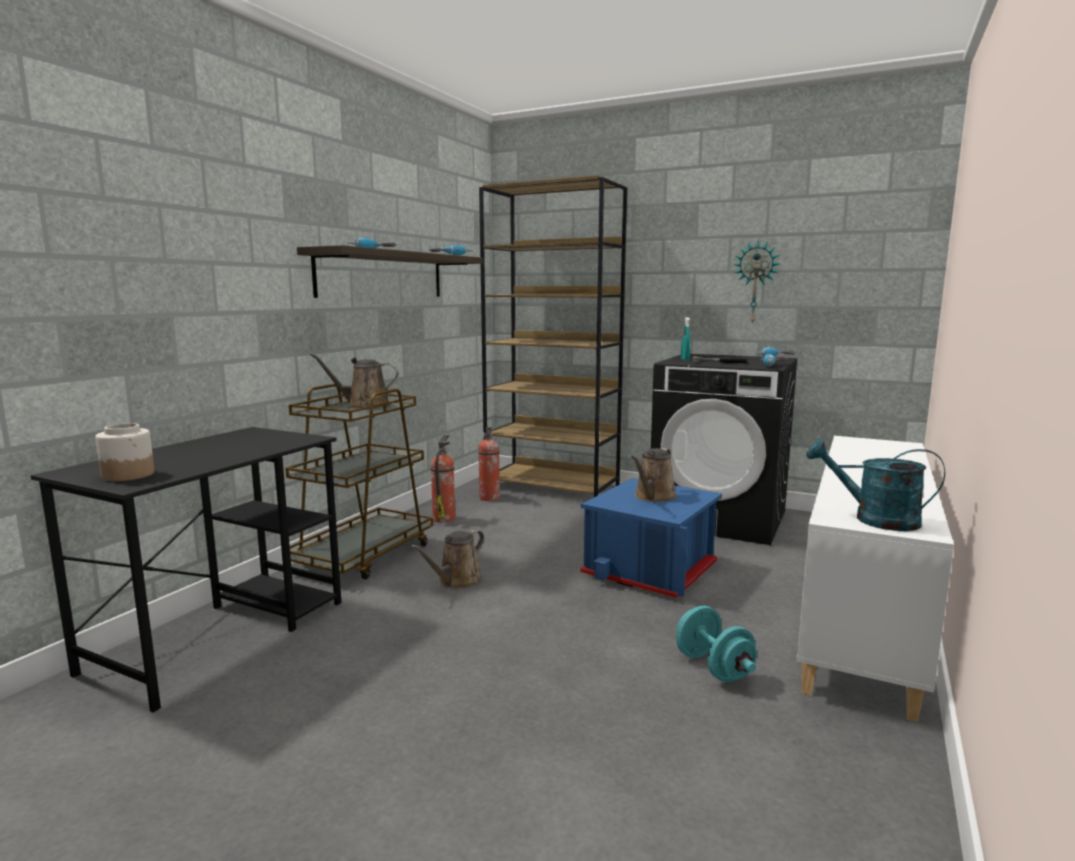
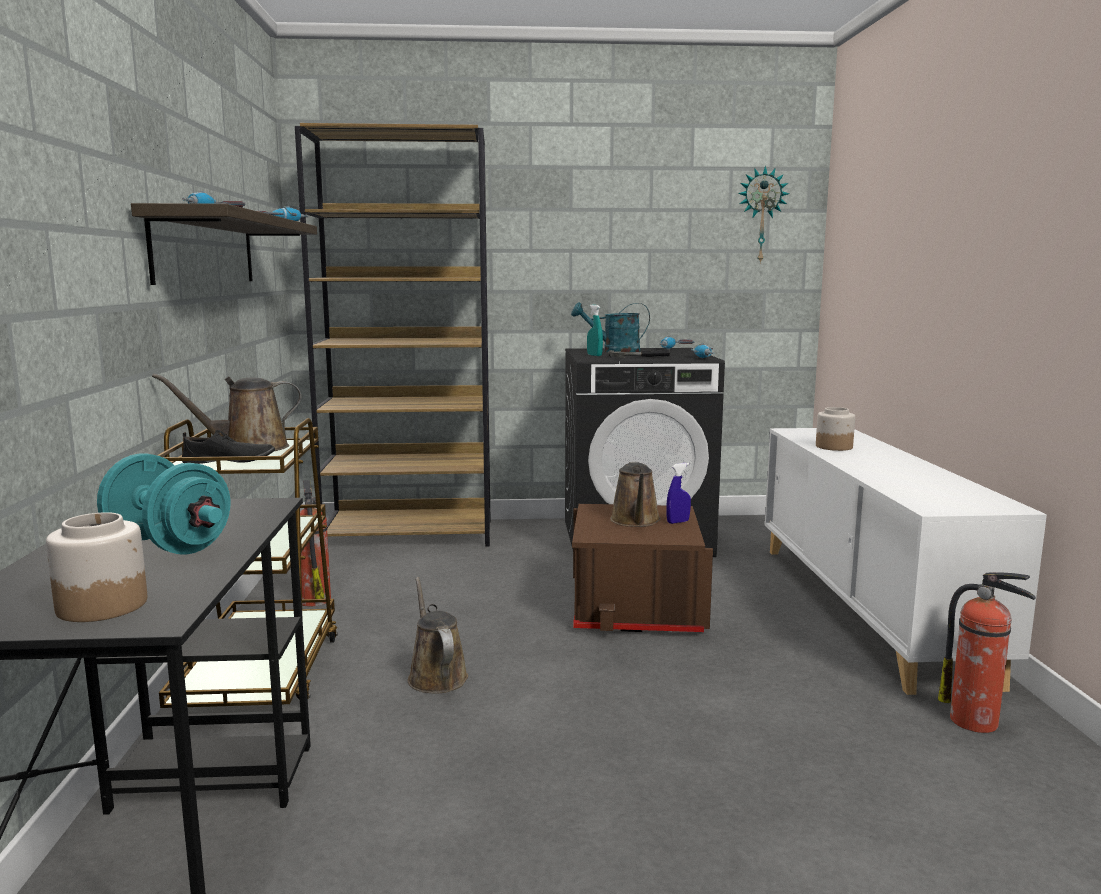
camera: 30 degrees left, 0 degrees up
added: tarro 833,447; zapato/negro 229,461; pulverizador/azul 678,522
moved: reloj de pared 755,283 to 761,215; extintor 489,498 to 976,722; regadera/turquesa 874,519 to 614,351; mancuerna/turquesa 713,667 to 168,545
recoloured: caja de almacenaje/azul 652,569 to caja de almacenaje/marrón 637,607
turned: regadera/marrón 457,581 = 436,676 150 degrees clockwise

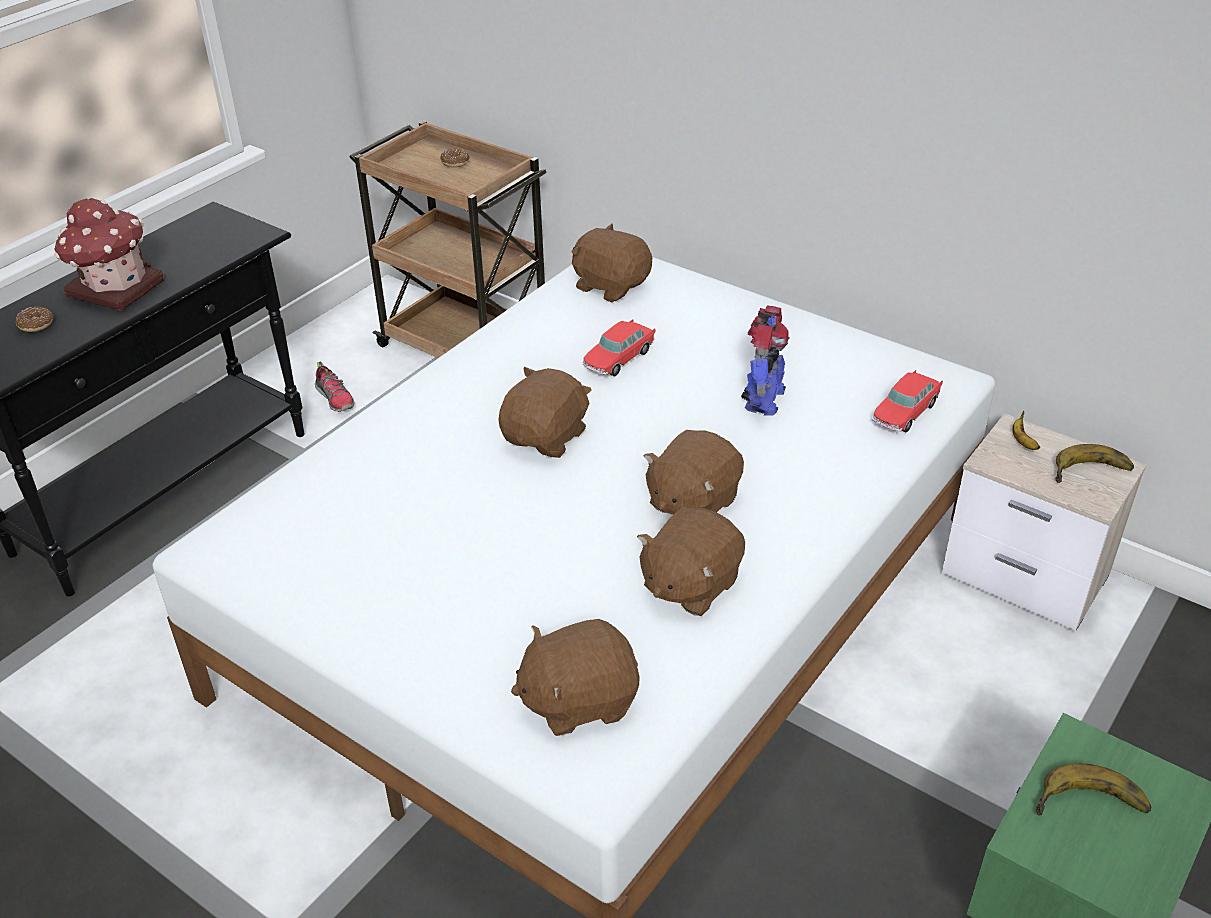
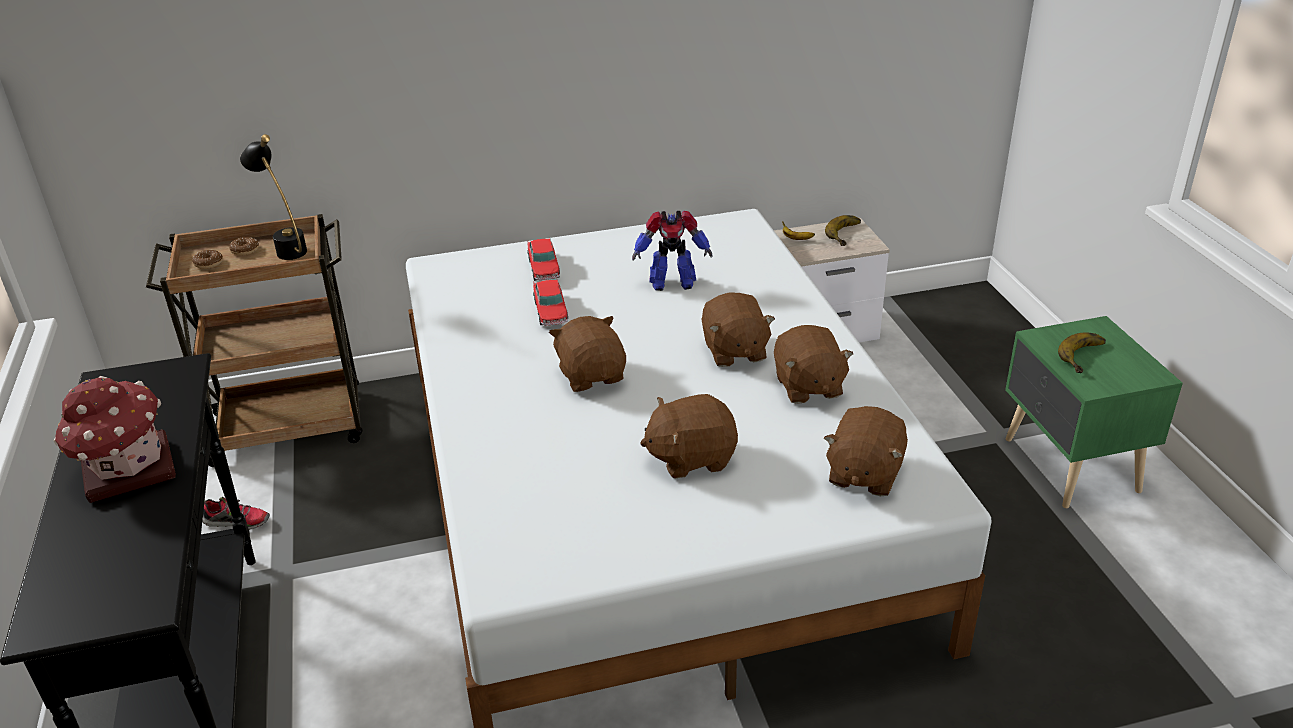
camera: 50 degrees left, 5 degrees down
added: lámpara de mesa/negro 286,247
moved: peluche/marrón 611,286 to 691,457; rosquilla 36,324 to 208,263; coche de juguete 905,413 to 544,269
turned: robot de juguete 763,400 = 671,283 120 degrees clockwise

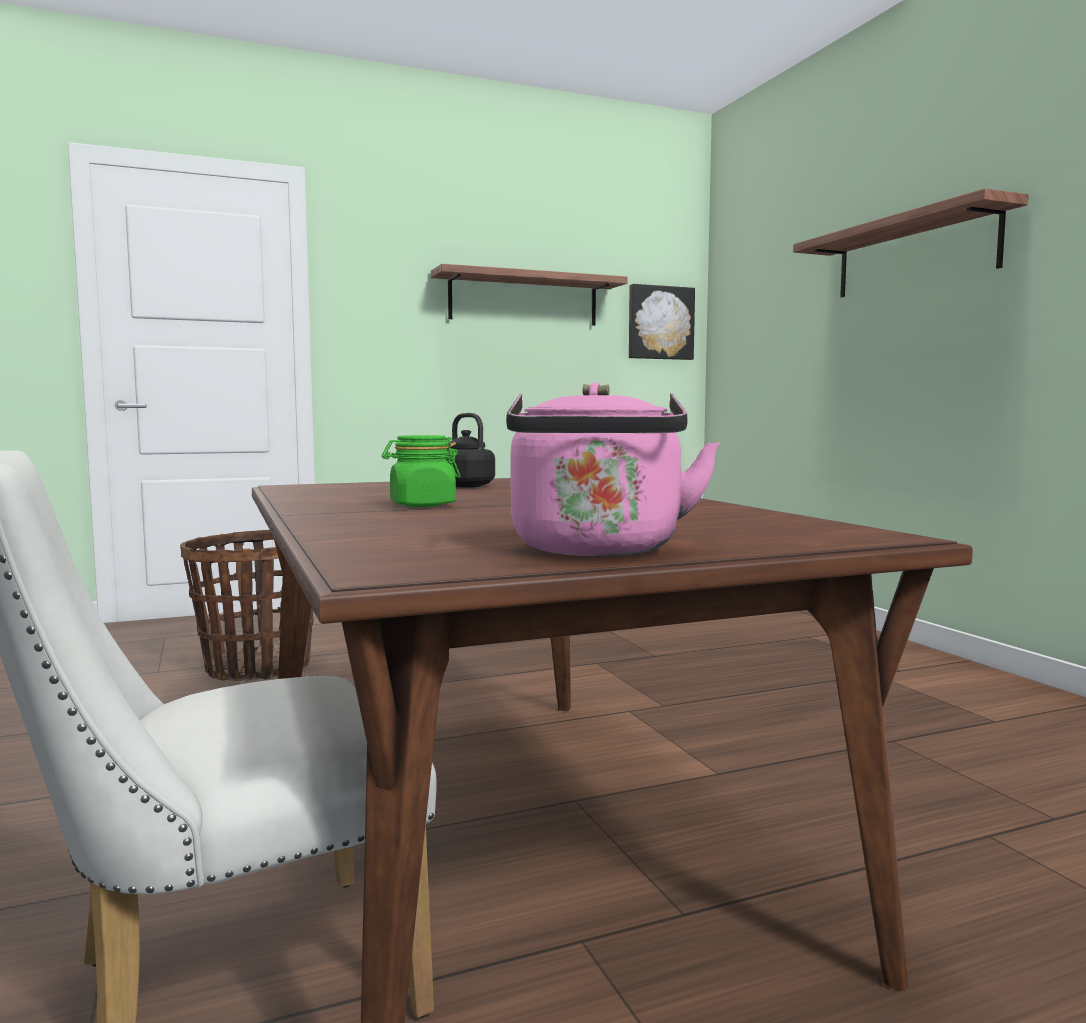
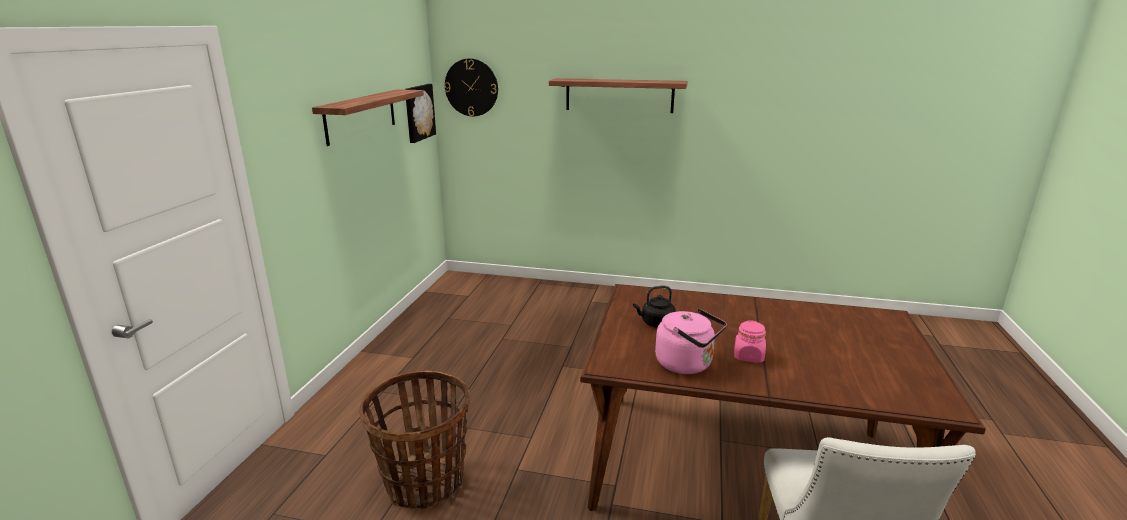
camera: 55 degrees left, 15 degrees up
added: reloj de pared 471,87
moved: hervidor/rosa 597,551 to 687,364
recoloured: tarro/verde 422,505 to tarro/rosa 748,356

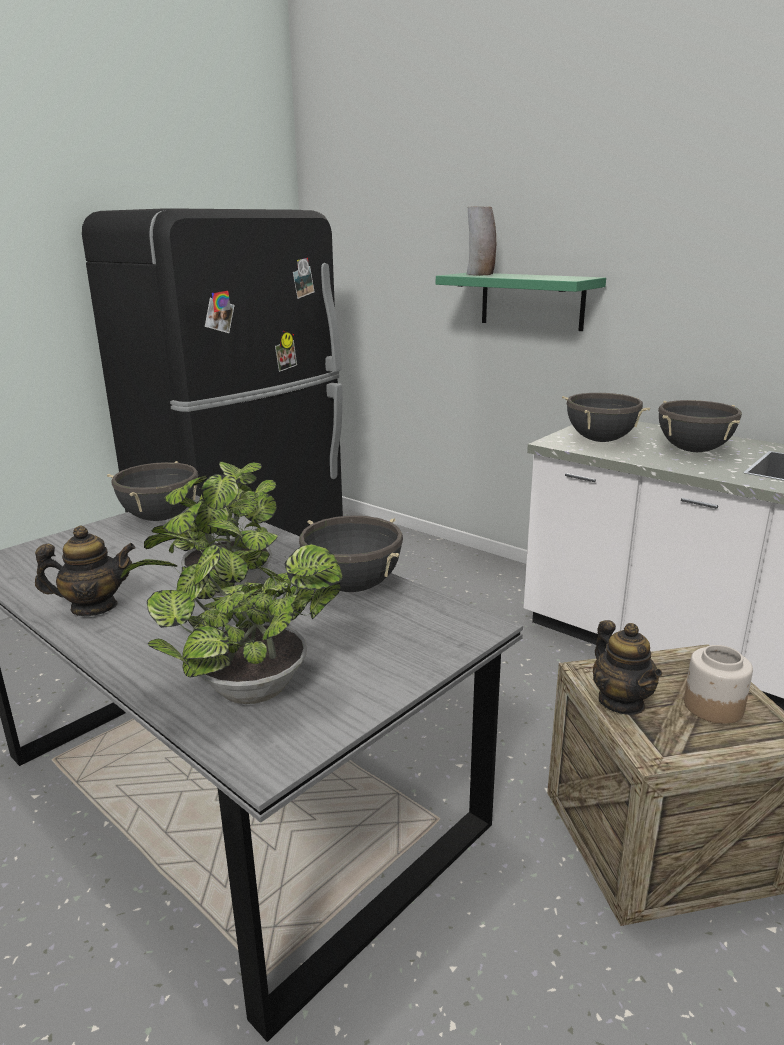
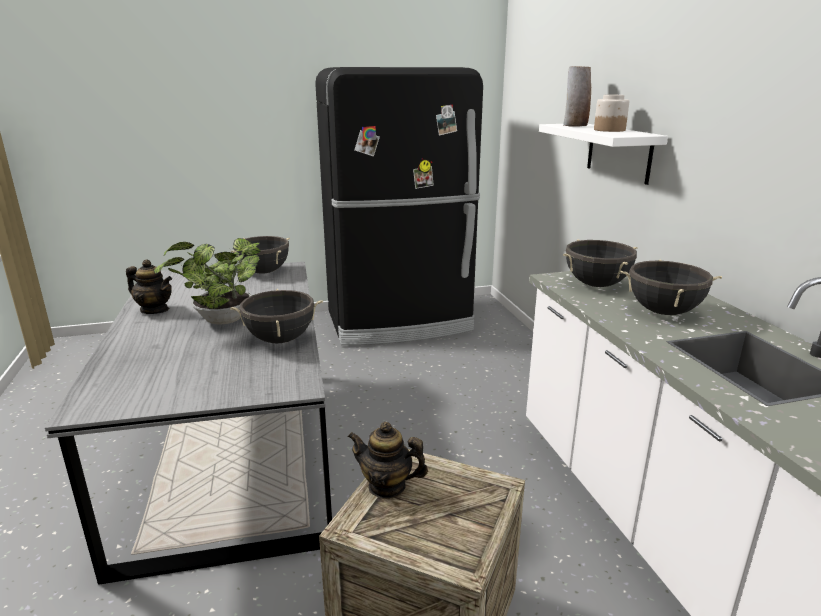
camera: 35 degrees right, 0 degrees up
removed: planta en maceta 244,688
moved: tarro 712,707 to 609,130
recoloured: estante/verde 532,301 to estante/blanco 619,152
turned: tetera 621,702 = 387,486 90 degrees clockwise

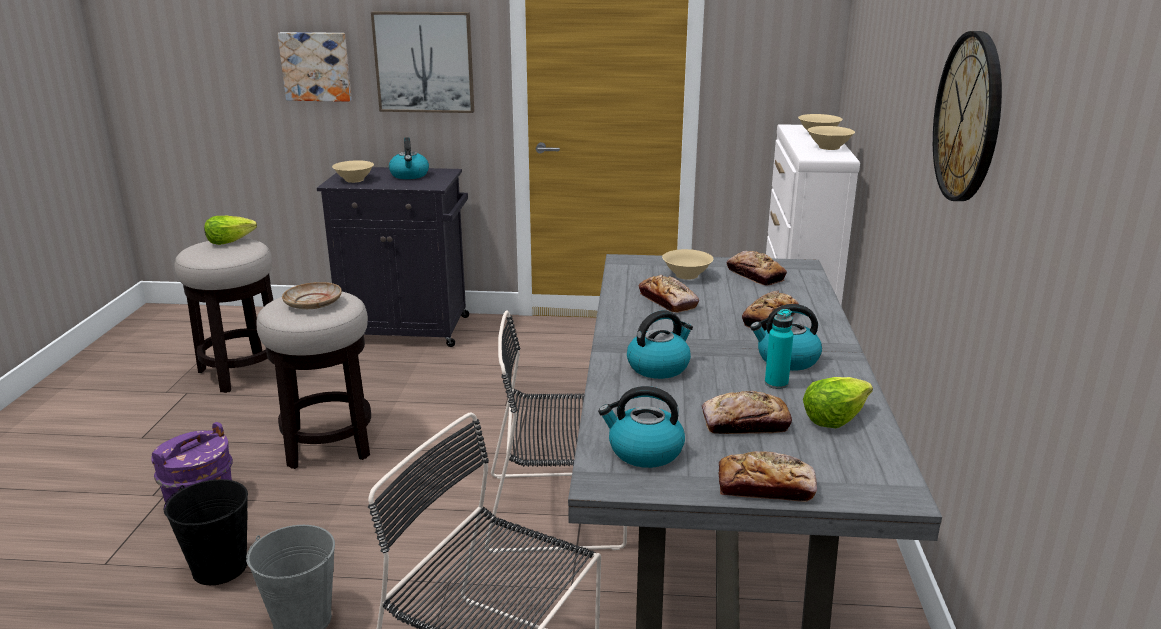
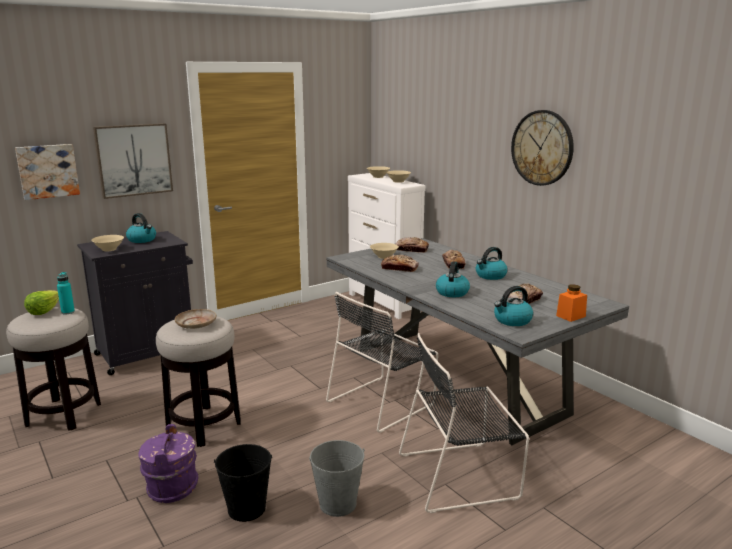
camera: 40 degrees left, 5 degrees down
removed: lechuga 834,418
moved: botella/turquesa 776,383 to 68,312
replaced: pan 765,487 to tarro/naranja 570,316

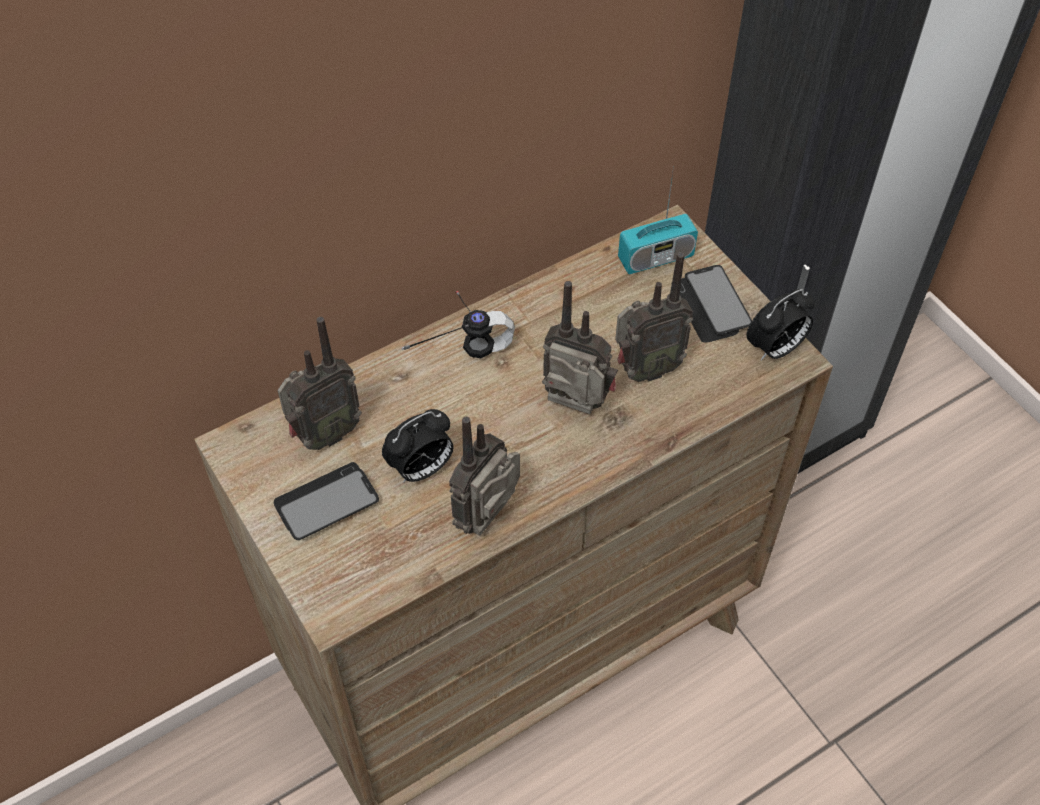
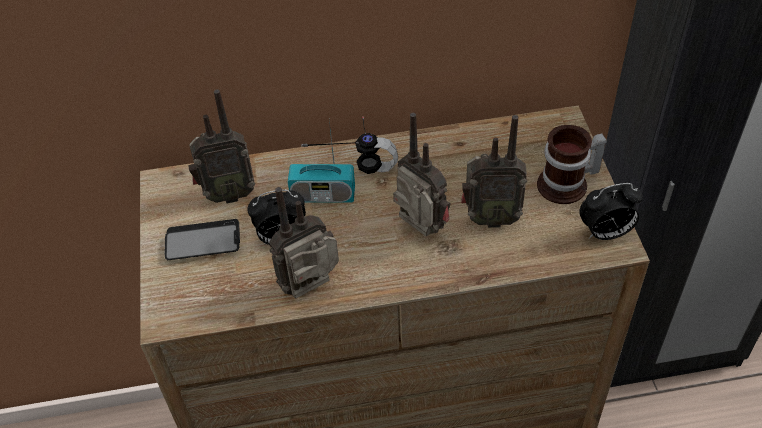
camera: 25 degrees right, 5 degrees down
moved: radio 655,258 to 323,195
replaced: móvil 711,305 to taza grande 567,186

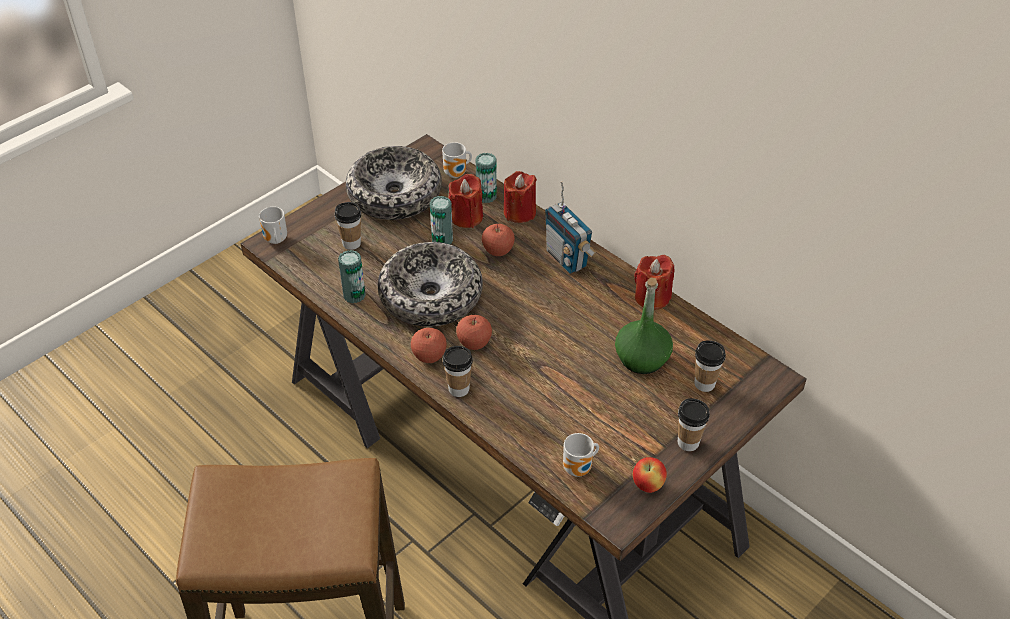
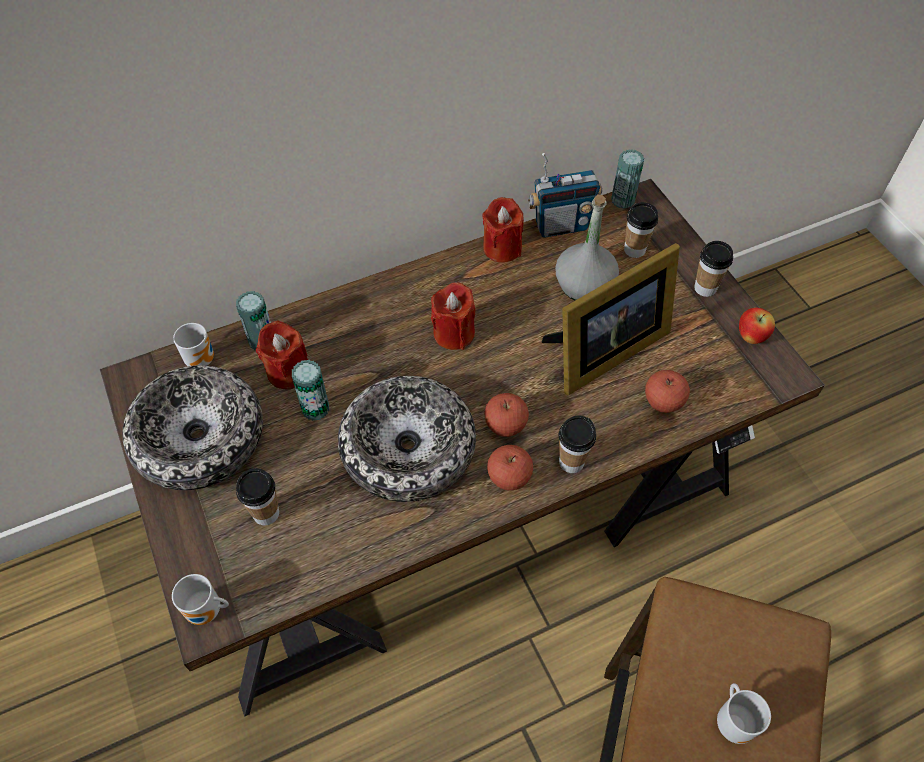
camera: 70 degrees left, 10 degrees up
added: portarretratos 603,352
moved: vela/rojo 519,212 to 454,333; radio 567,259 to 561,226; manzana 498,251 to 662,402; lata 354,295 to 622,200; taza grande 579,469 to 735,721
recoloured: botella/verde 642,359 to botella/gris 584,285

